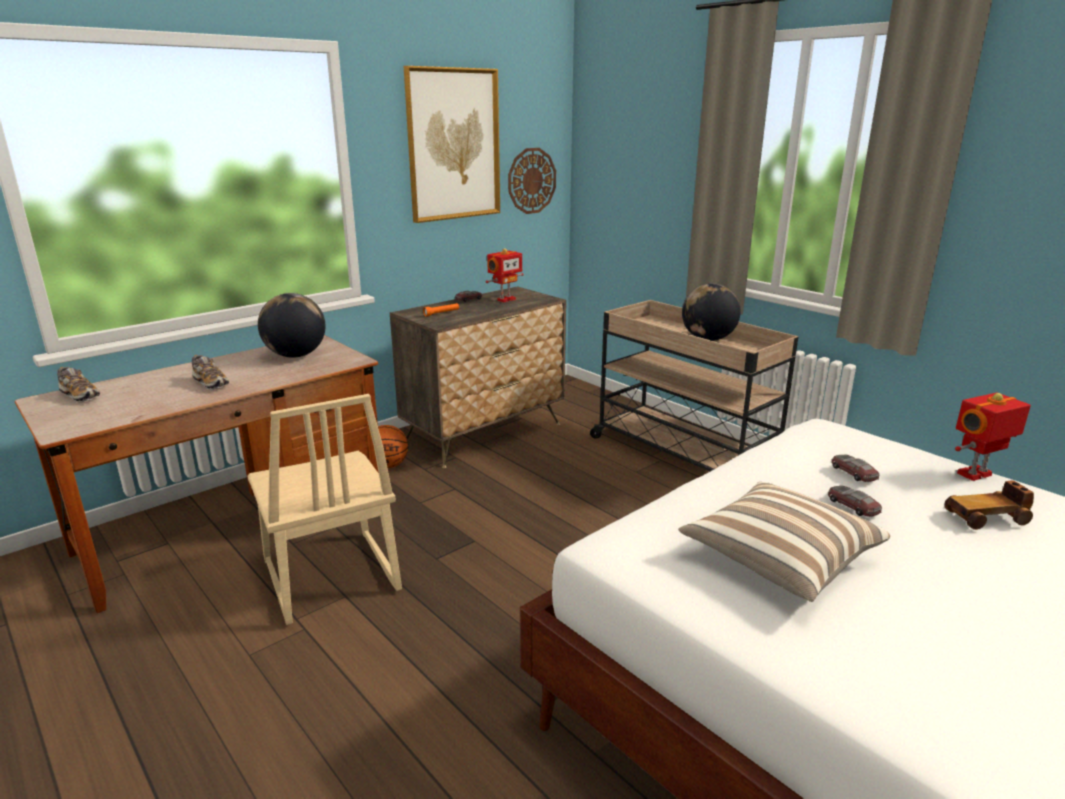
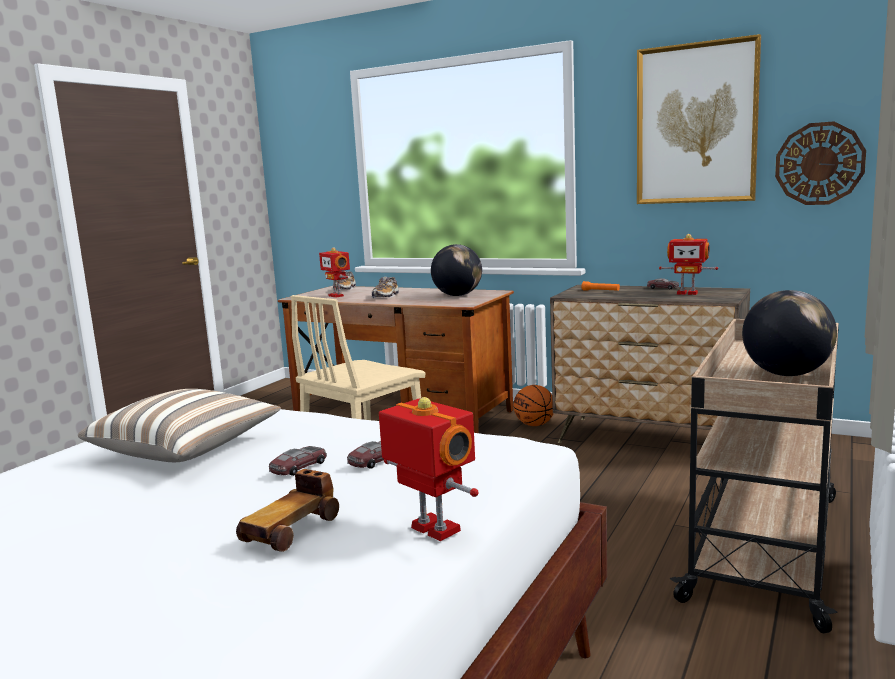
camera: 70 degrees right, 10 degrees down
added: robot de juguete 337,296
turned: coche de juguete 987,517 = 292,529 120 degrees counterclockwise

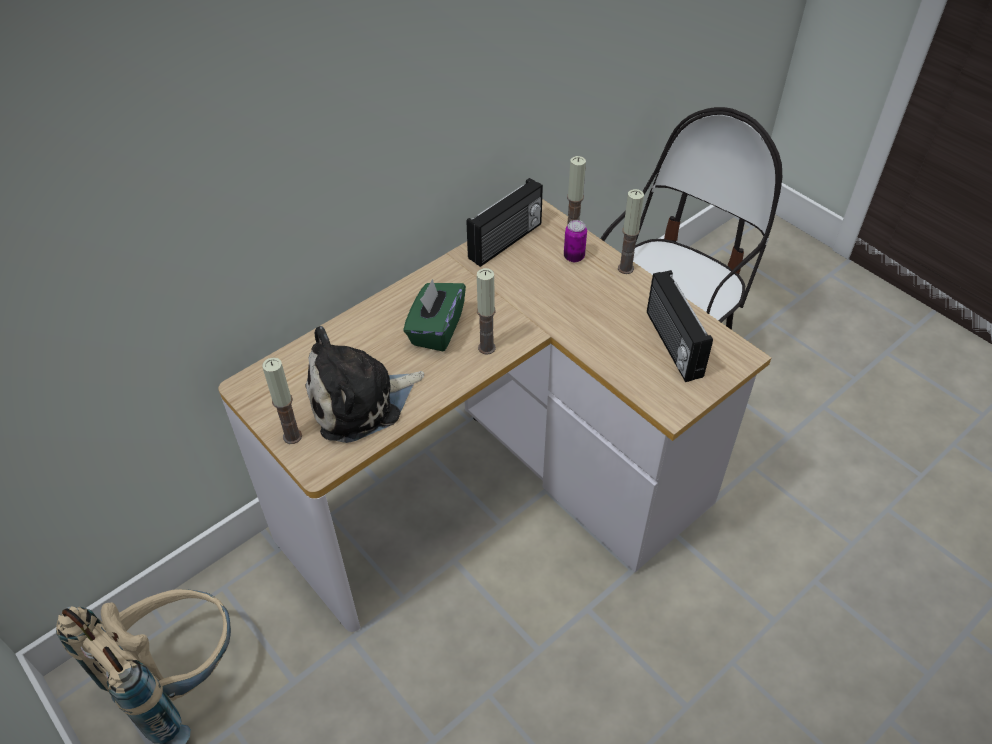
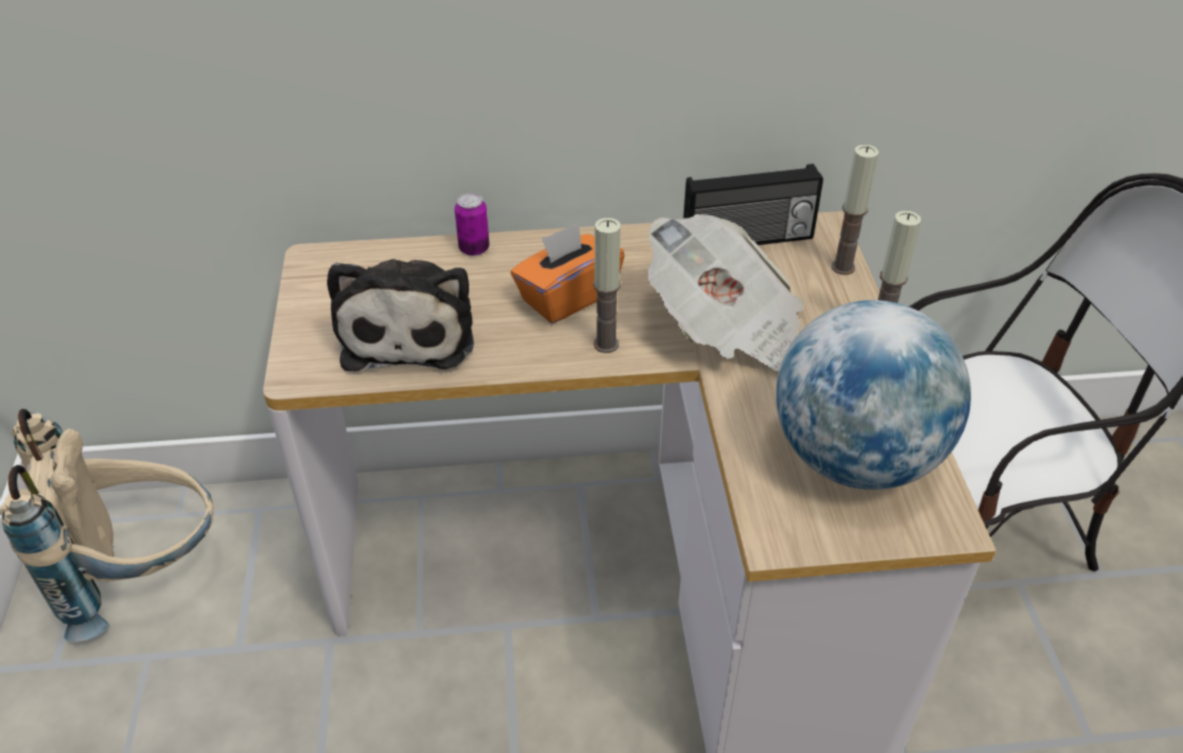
camera: 35 degrees right, 5 degrees down
removed: vela 292,436
added: periódico 726,328
moved: lata 574,257 to 474,248
replaced: radio 672,344 to globo terráqueo 855,458
recoloured: caja de pañuelos/verde 436,329 to caja de pañuelos/naranja 567,297
turned: peluche 360,401 = 409,330 105 degrees counterclockwise

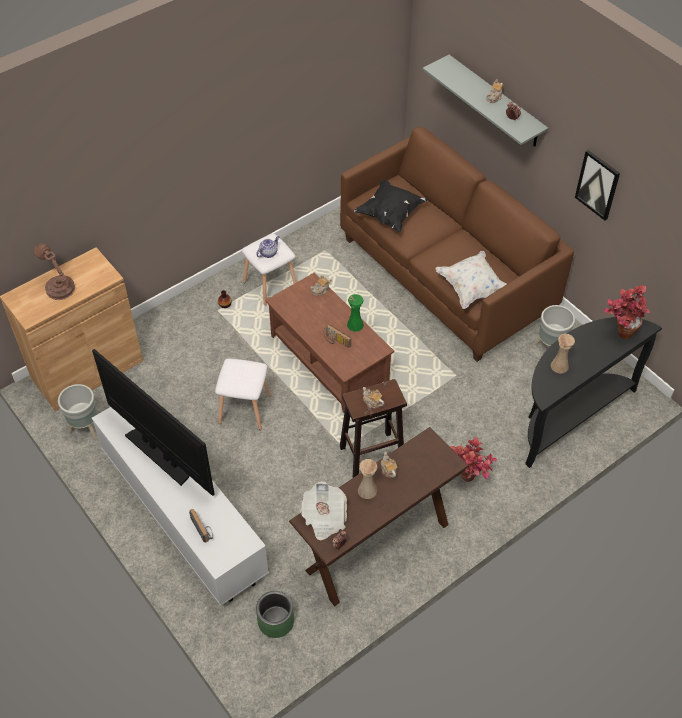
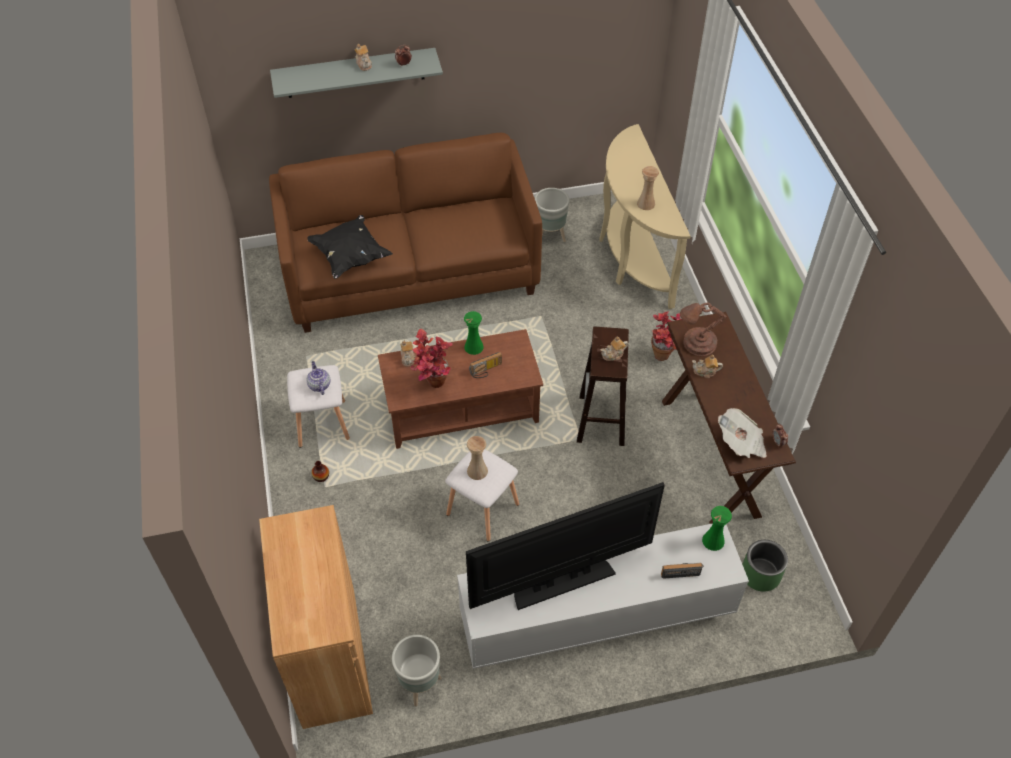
camera: 65 degrees left, 0 degrees up
removed: cuadro 598,184; cojín/blanco 472,288
added: florero/verde 713,540
moved: lámpara de mesa/marrón 59,287 to 697,344; planta en maceta 618,333 to 432,386; florero/beis 367,490 to 477,471
recoloured: mesa consola/negro 569,415 to mesa consola/beis 631,257

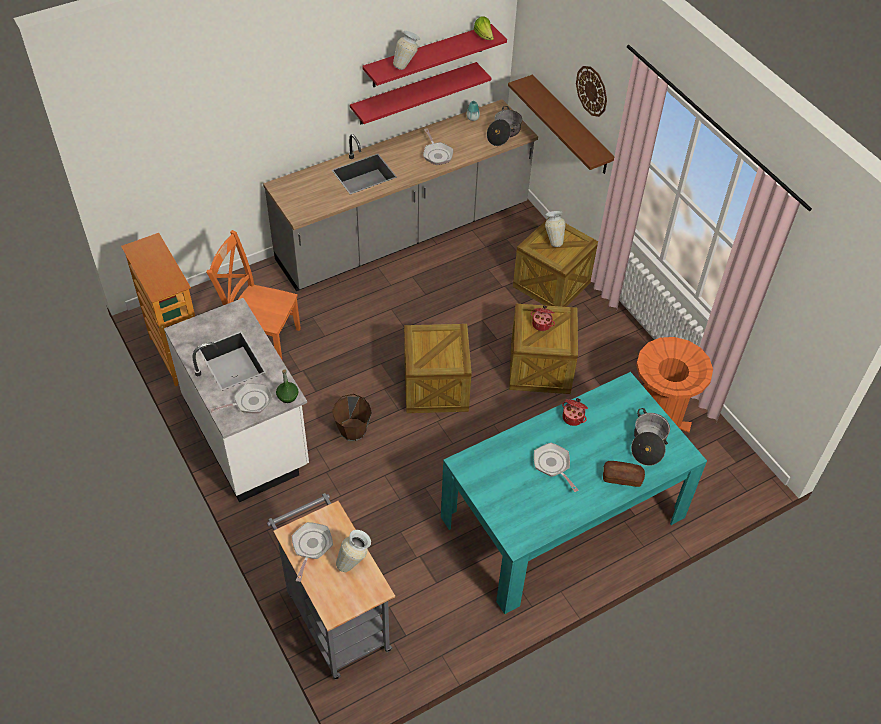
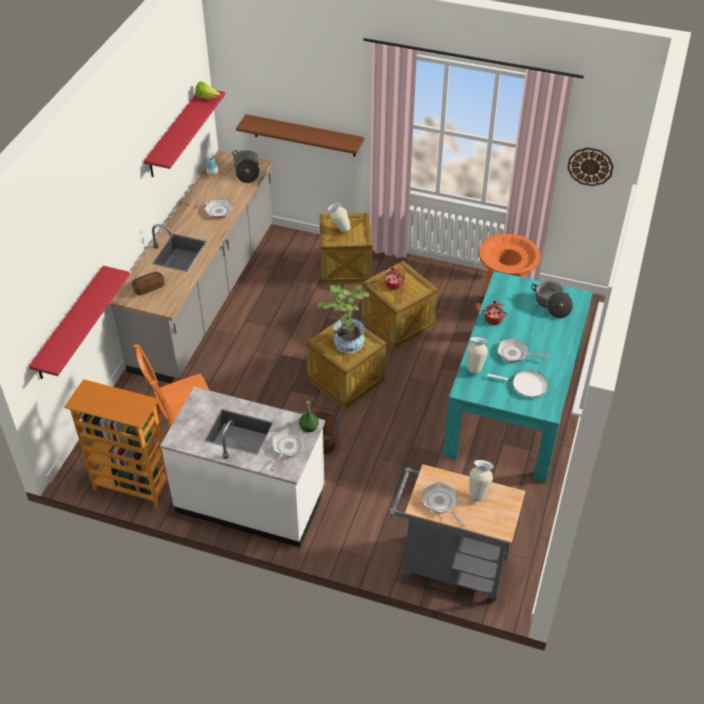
camera: 40 degrees left, 5 degrees down
added: planta en maceta 345,340; sartén/blanco 526,385
moved: florero 407,65 to 475,366; estante/rojo 414,94 to 70,323; reloj de pared 592,91 to 590,166; pan 622,478 to 149,287

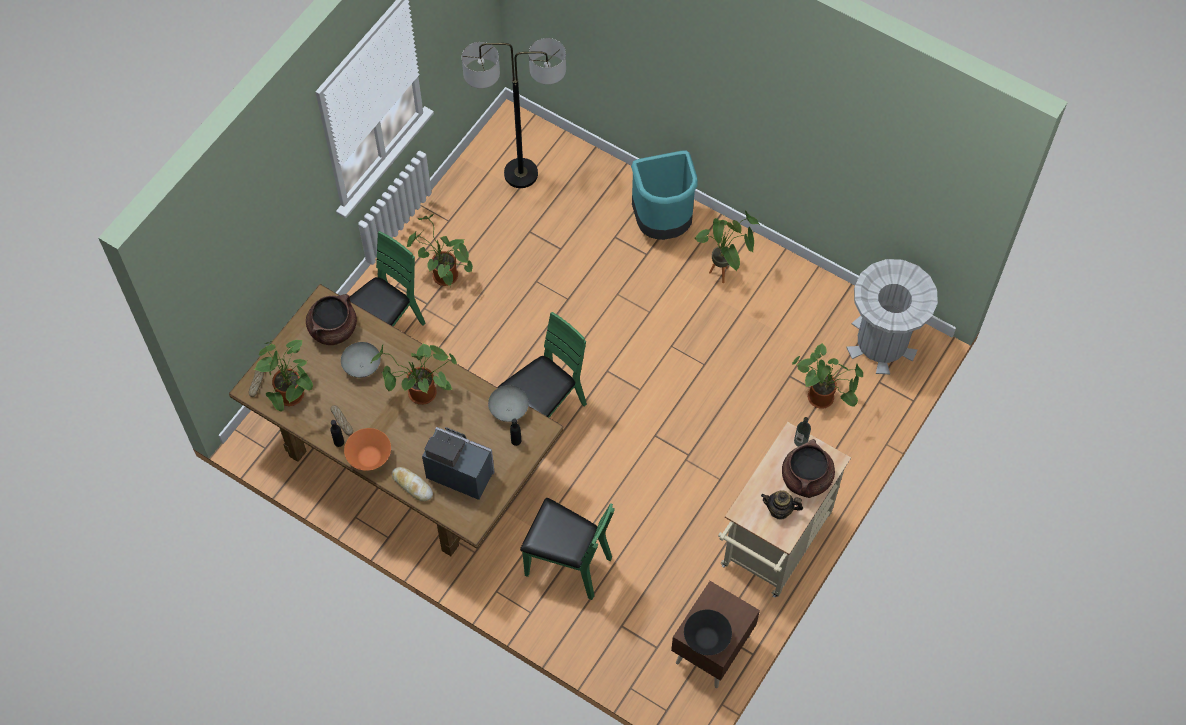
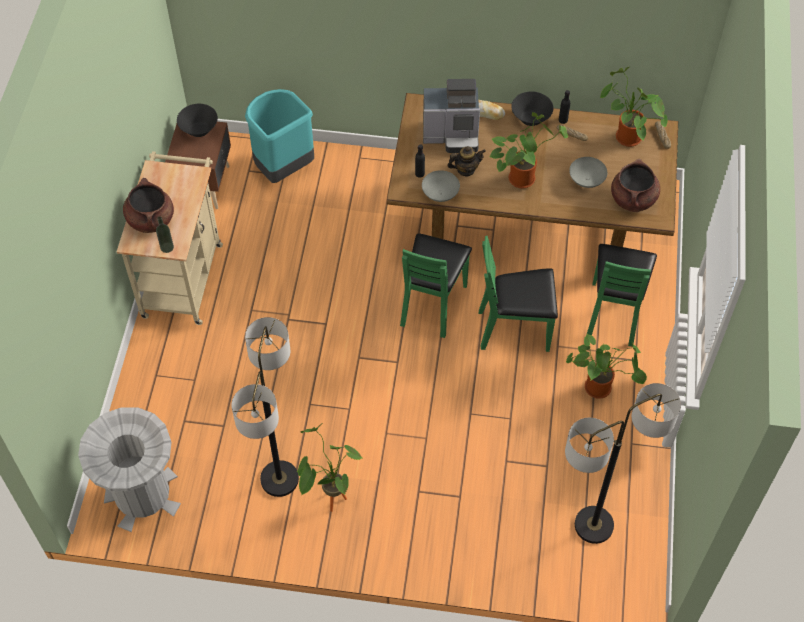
camera: 155 degrees right, 5 degrees down
removed: planta en maceta 824,398
added: lámpara de pie 279,479
moved: papelera/turquesa 662,225 to 283,169; tetera 779,510 to 465,170; silla/verde 568,564 to 514,329
recoloured: cuenco/naranja 369,457 to cuenco/negro 531,118

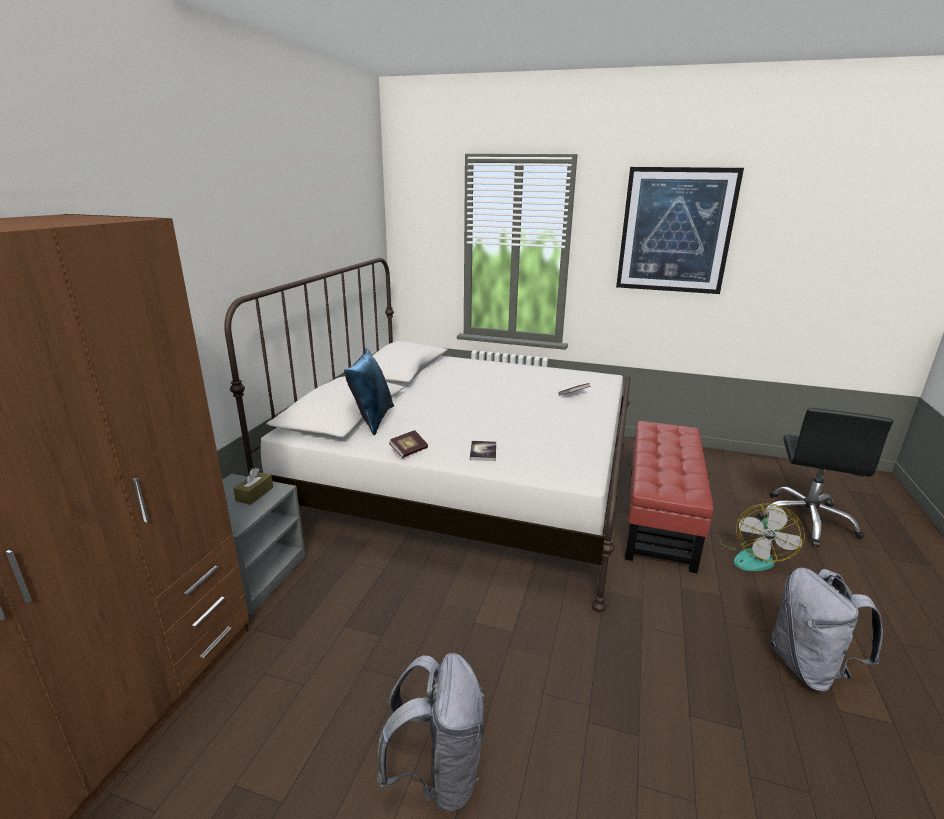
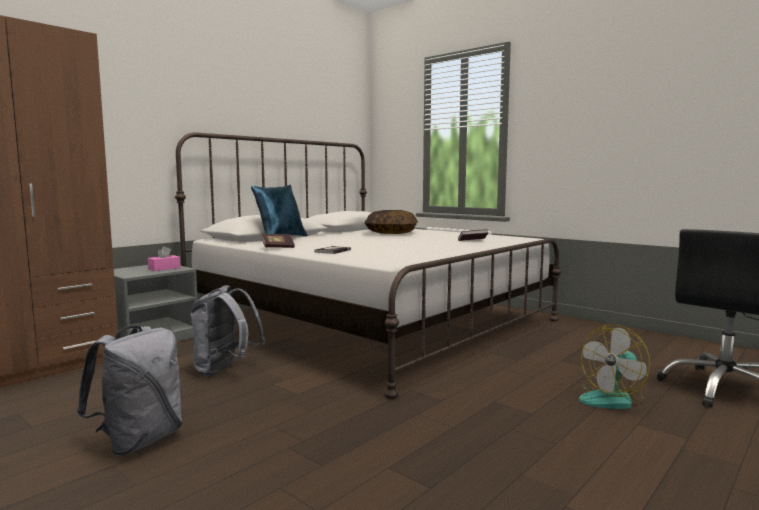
camera: 25 degrees right, 15 degrees down
removed: cuadro 675,231; puf/rojo 658,515
added: cojín 391,233
moved: mochila/gris 808,667 to 225,370
recoloured: caja de pañuelos/marrón 254,494 to caja de pañuelos/rosa 164,268

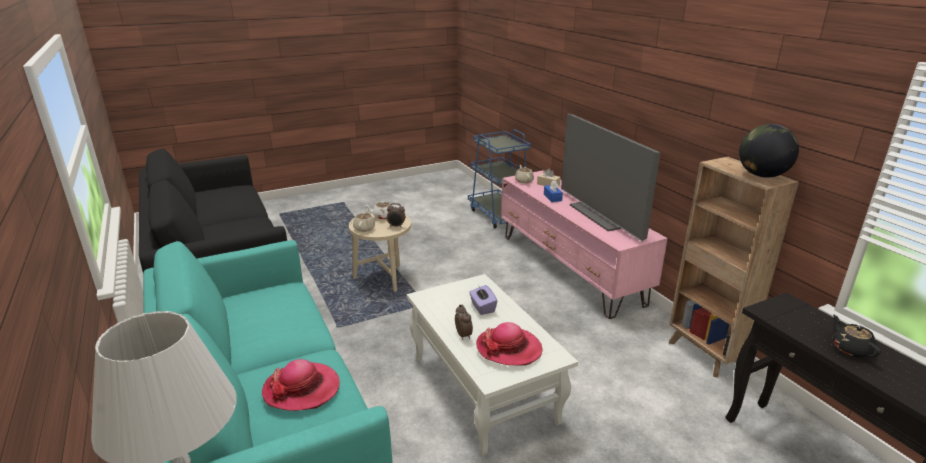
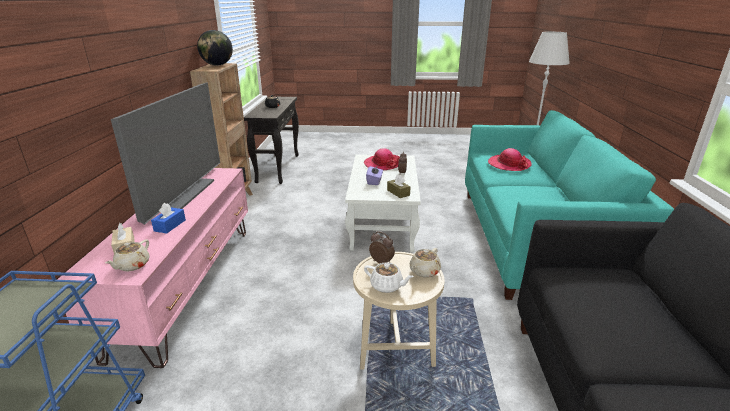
camera: 150 degrees left, 0 degrees up
added: caja de pañuelos/marrón 398,193

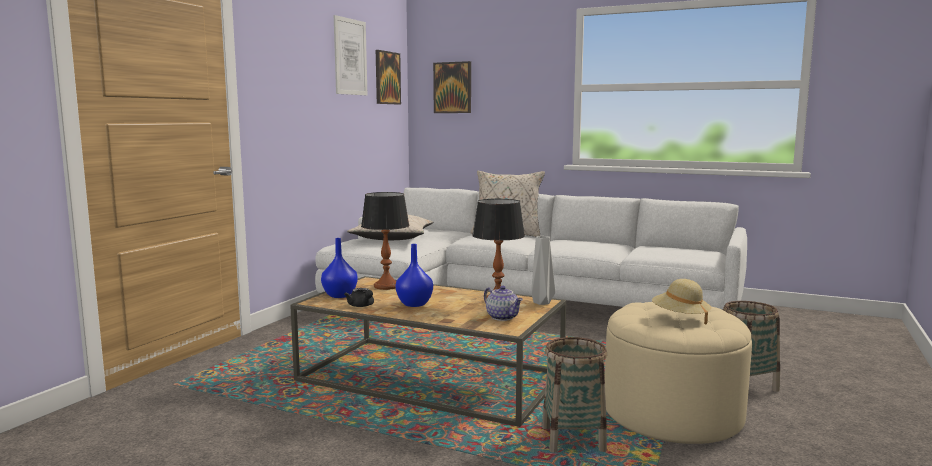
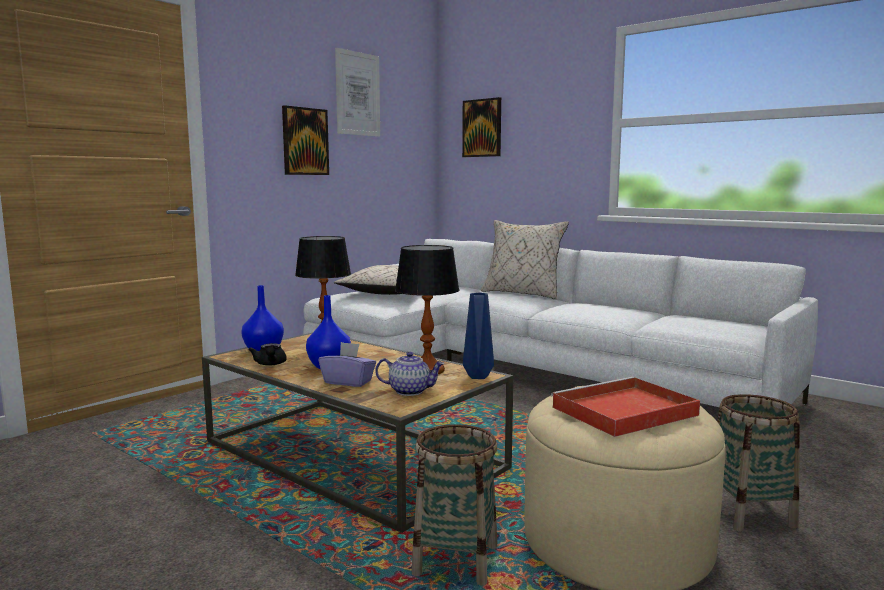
camera: 15 degrees right, 0 degrees up
added: caja de pañuelos/morado 348,382
moved: cuadro 387,78 to 305,141
replaced: sombrero/beis 680,317 to bandeja/rojo 622,412
recoloured: florero/gris 542,302 to florero/azul 479,376
turned: tetera 503,317 = 410,391 60 degrees counterclockwise

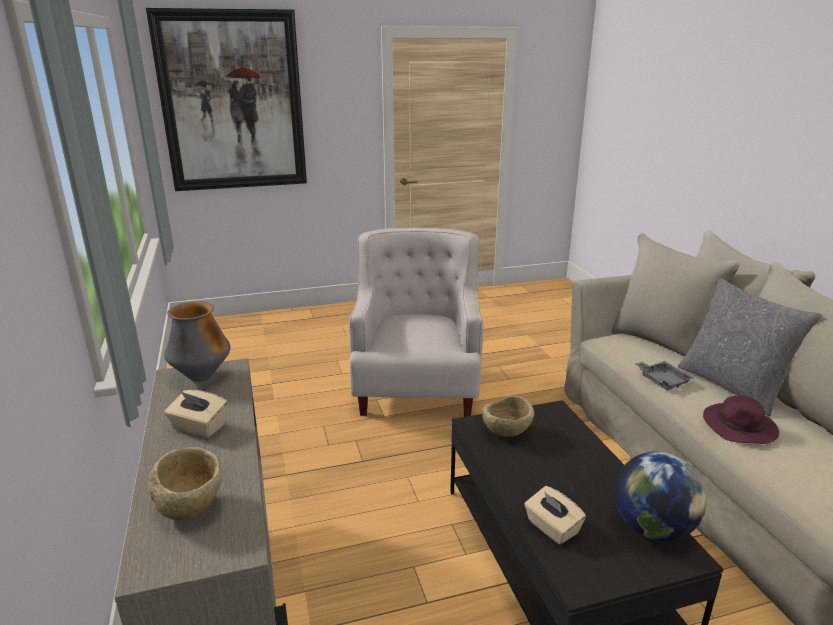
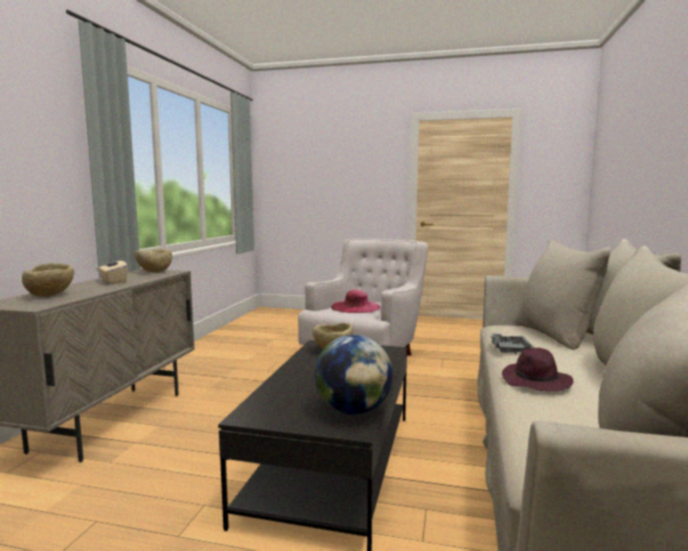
camera: 30 degrees right, 15 degrees down
removed: cuadro 232,102; cojín/gris 733,386; caja de pañuelos/beis 552,528
added: sombrero/rosa 355,307
replaced: florero 202,377 to cuenco/beis 154,272

